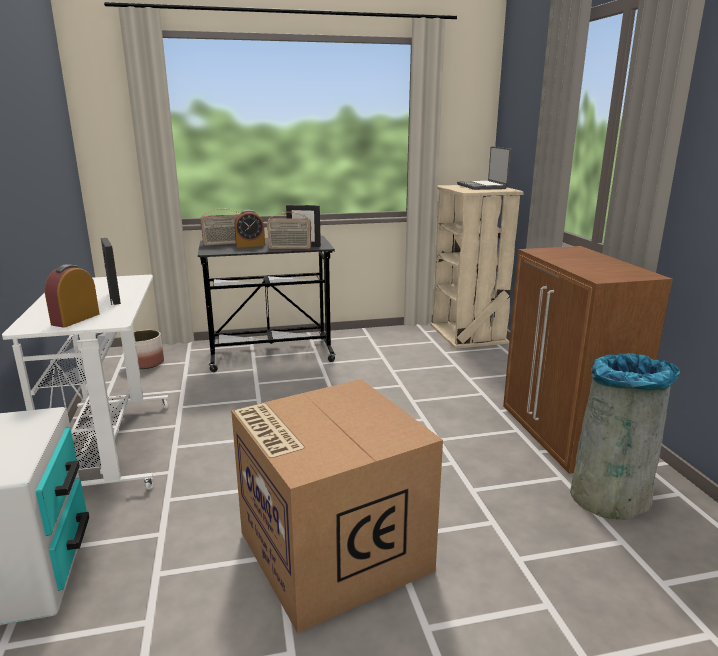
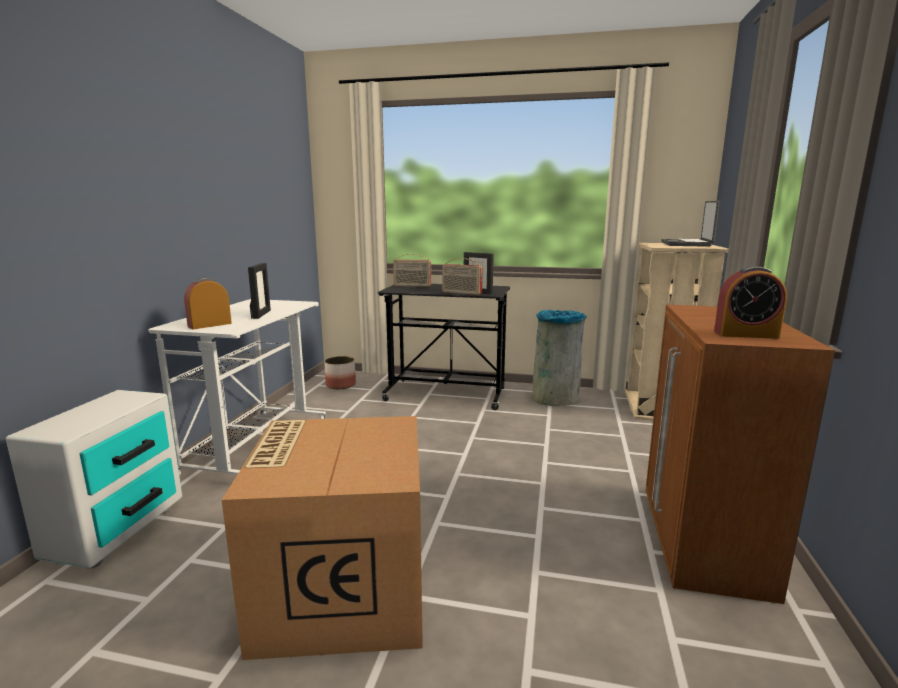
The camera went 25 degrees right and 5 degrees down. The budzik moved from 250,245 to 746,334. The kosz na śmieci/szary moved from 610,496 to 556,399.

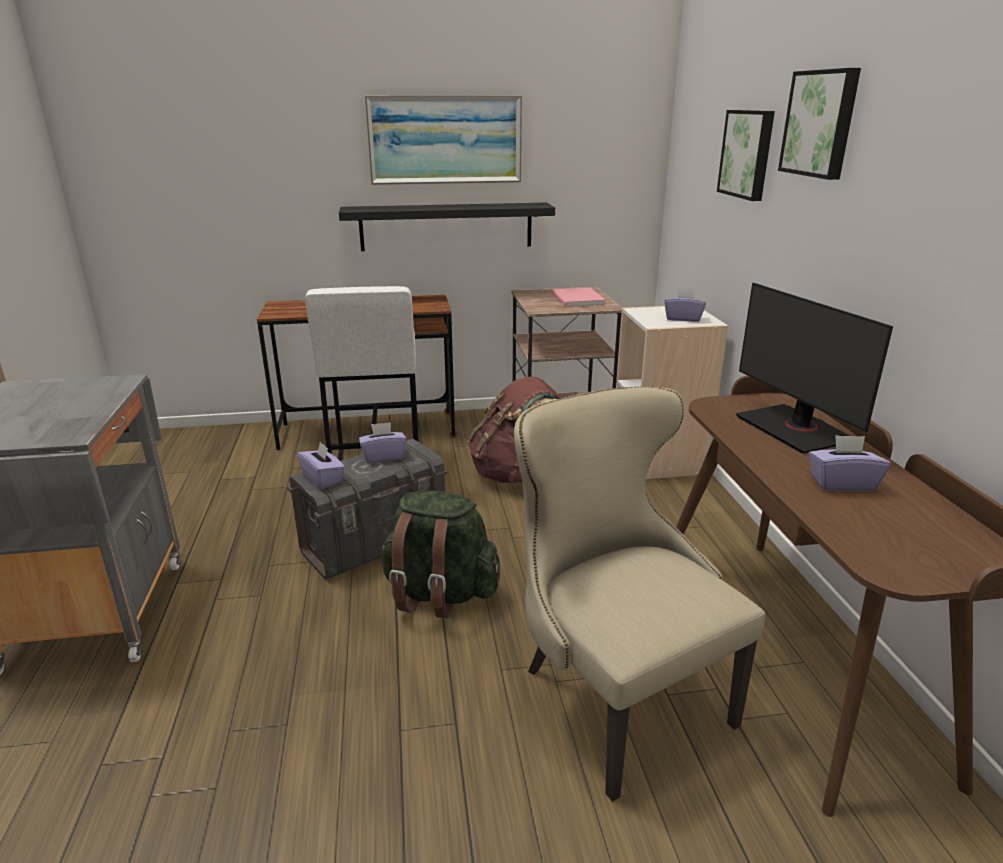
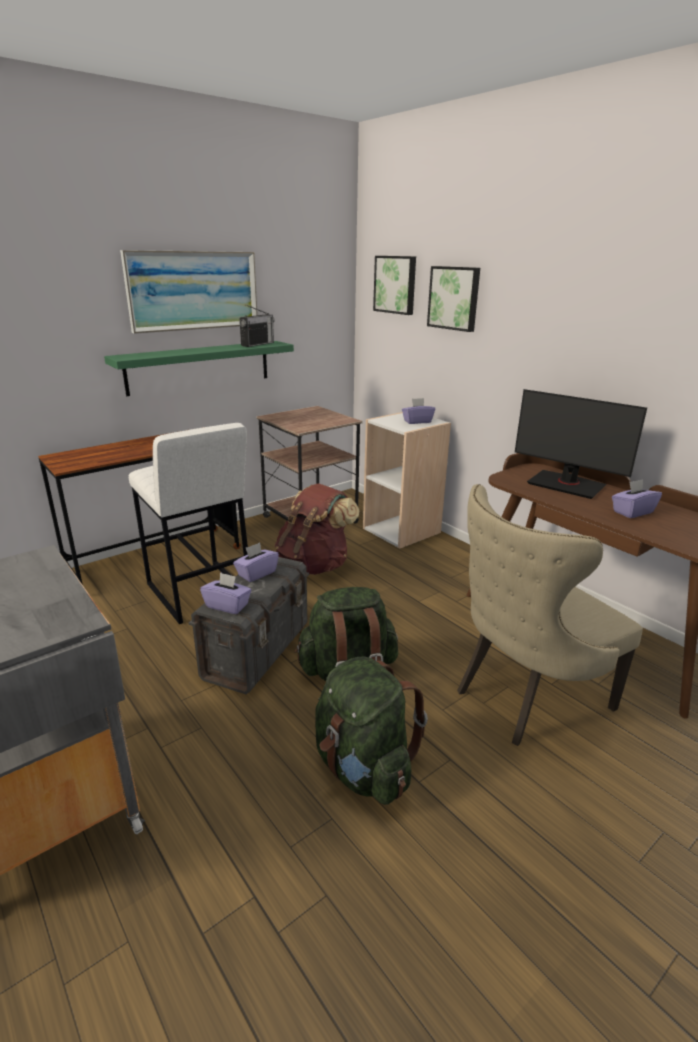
The camera went 30 degrees left and 0 degrees up. The obraz moved from 821,123 to 396,284. The półka/czarny at 446,226 became the półka/zielony at 199,367. The książka/różowy at 577,300 disappeared. The krzesło/beżowy at 615,695 turned 60 degrees counterclockwise. The radio at 257,344 appeared. The plecak/zielony at 363,768 appeared.

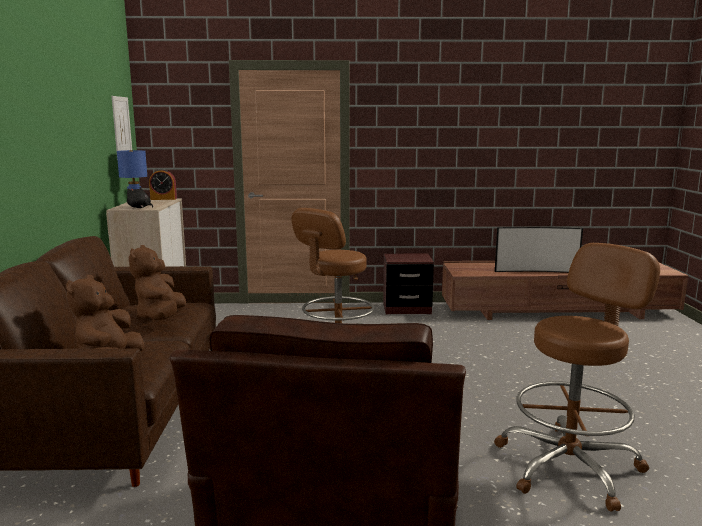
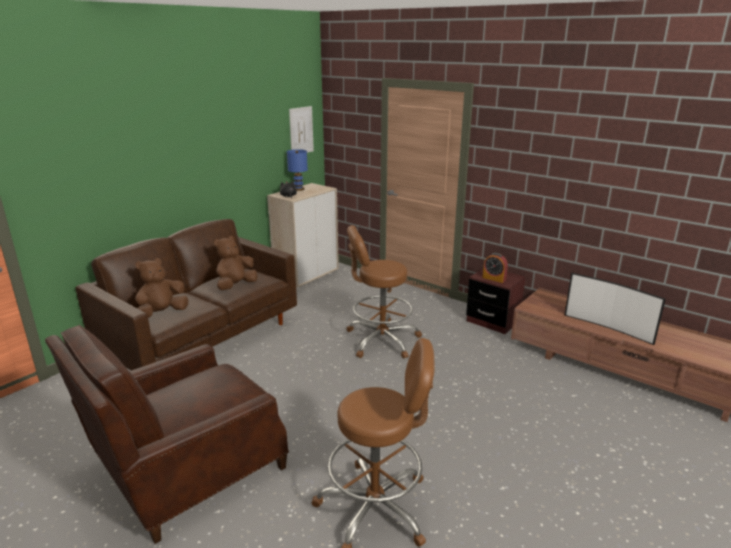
The camera went 40 degrees right and 10 degrees up. The budzik moved from 163,199 to 494,278.

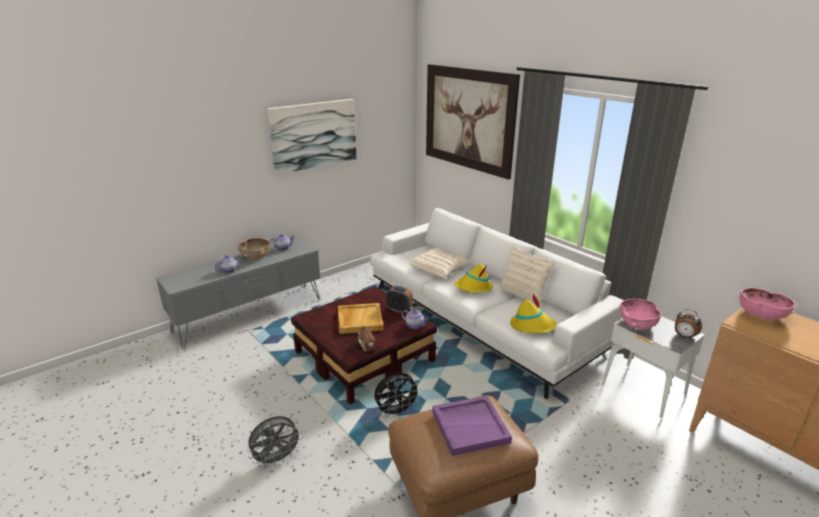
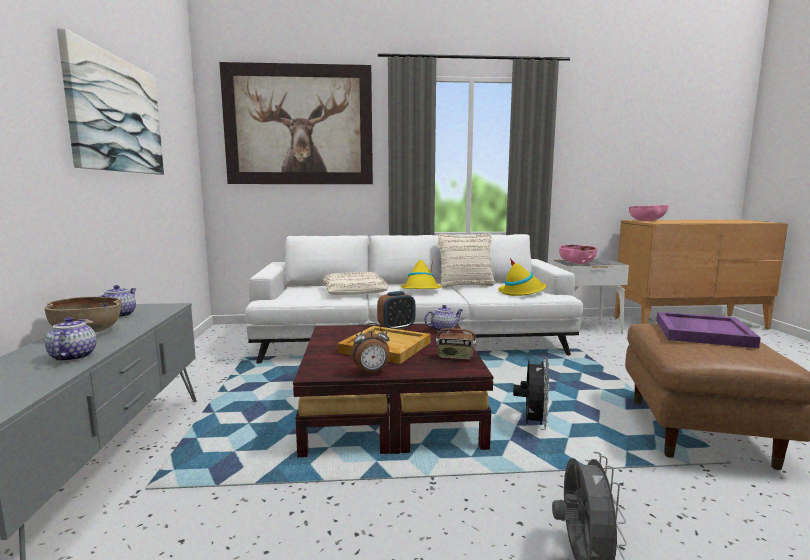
The camera went 55 degrees left and 15 degrees down. The budzik moved from 684,337 to 371,372.

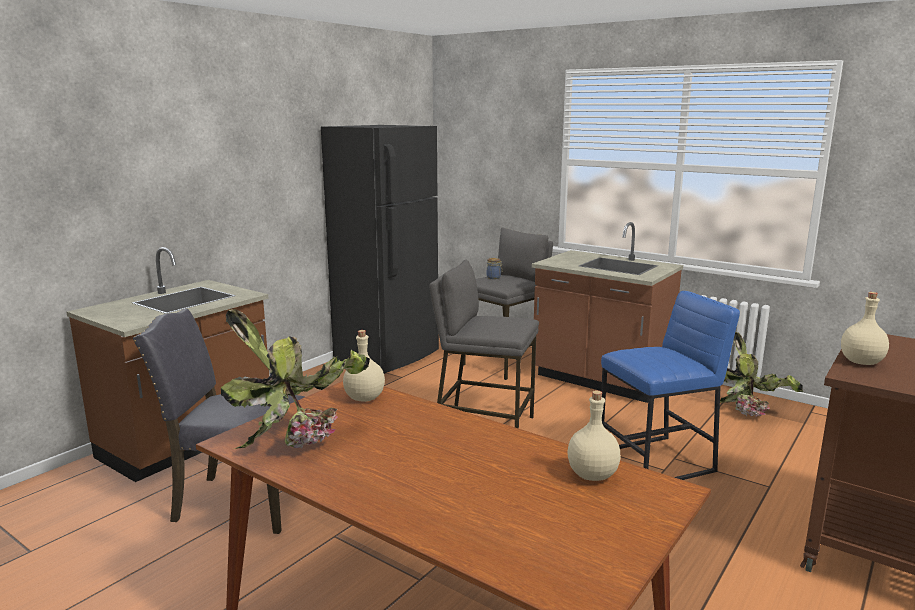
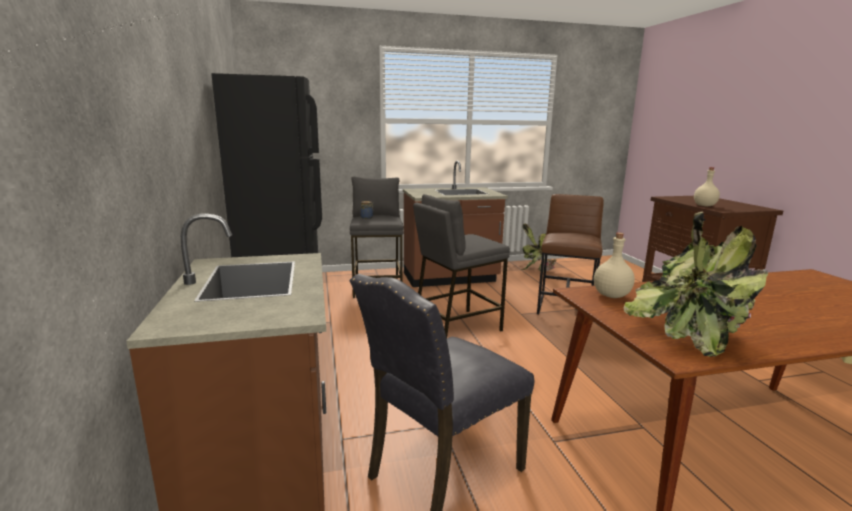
The camera went 50 degrees left and 0 degrees up. The krzesło/niebieski at 657,461 became the krzesło/brązowy at 565,306. The butelka/beżowy at 591,475 disappeared.

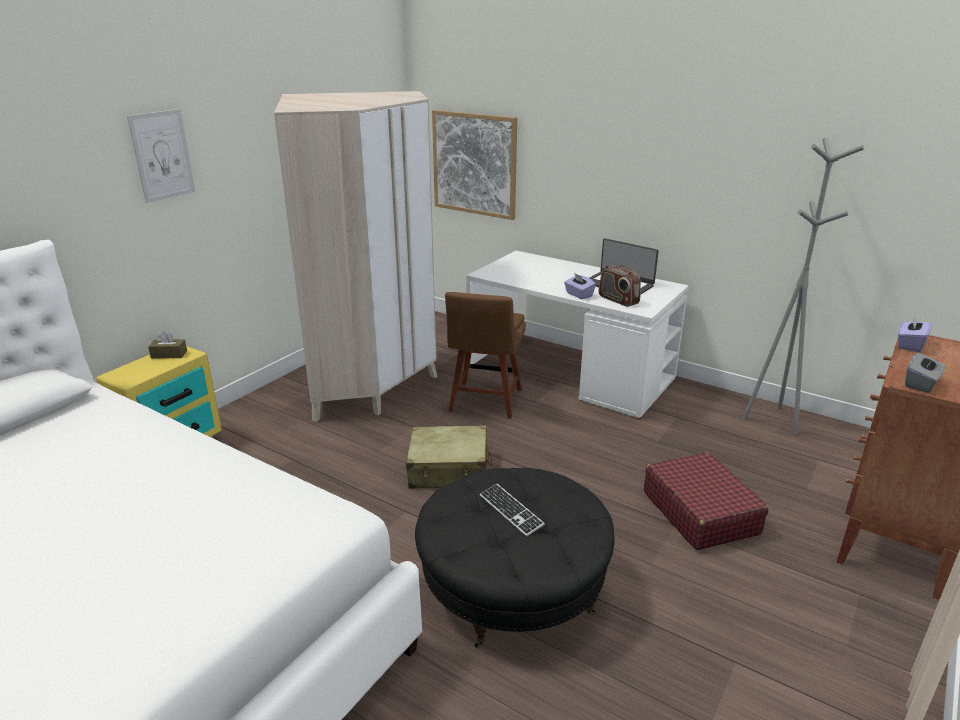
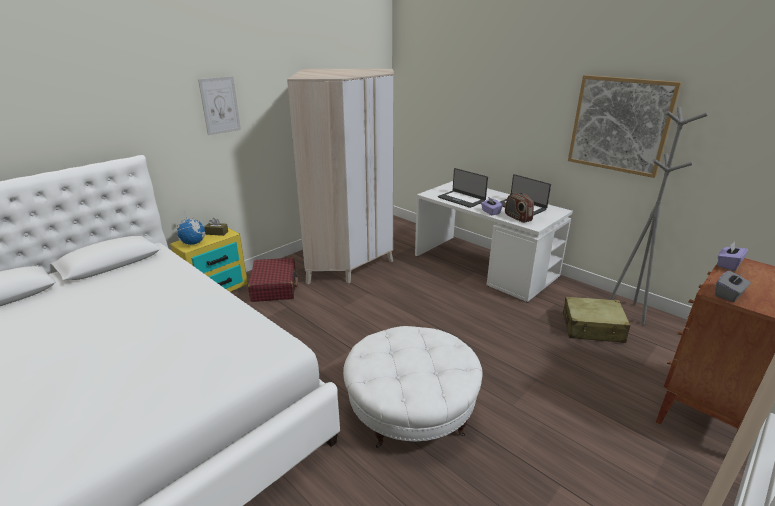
The camera went 10 degrees right and 0 degrees up. The obraz moved from 474,164 to 619,125. The krzesło/brązowy at 485,402 disappeared. The walizka/beżowy moved from 449,469 to 592,328. The walizka/czerwony moved from 700,512 to 274,287. The pufa/czarny at 513,587 became the pufa/biały at 411,409. The klawiatura at 510,511 disappeared. The laptop at 461,199 appeared. The globus at 193,243 appeared.

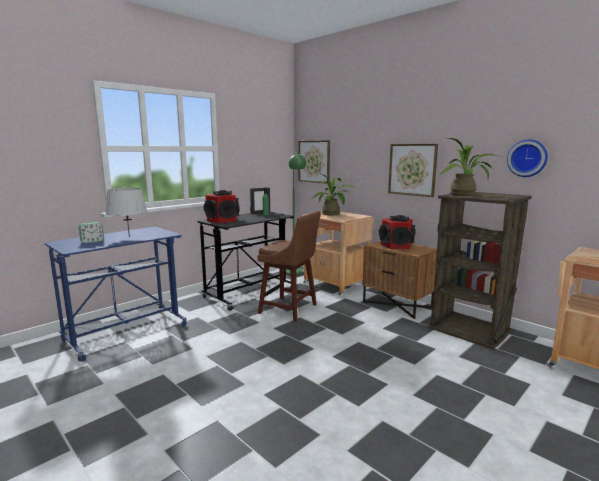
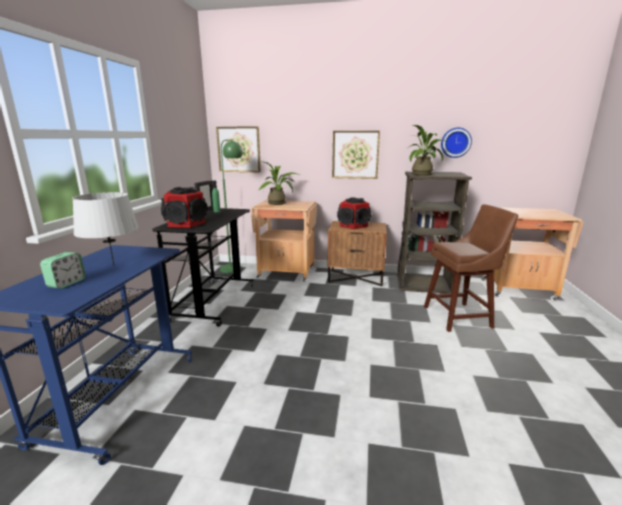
The camera went 35 degrees left and 5 degrees up. The krzesło/brązowy moved from 290,309 to 460,316.

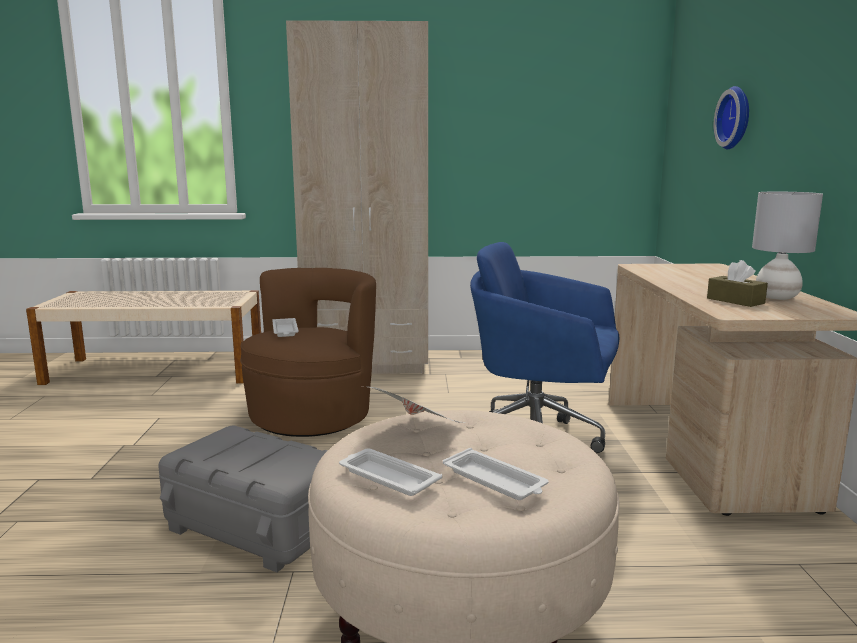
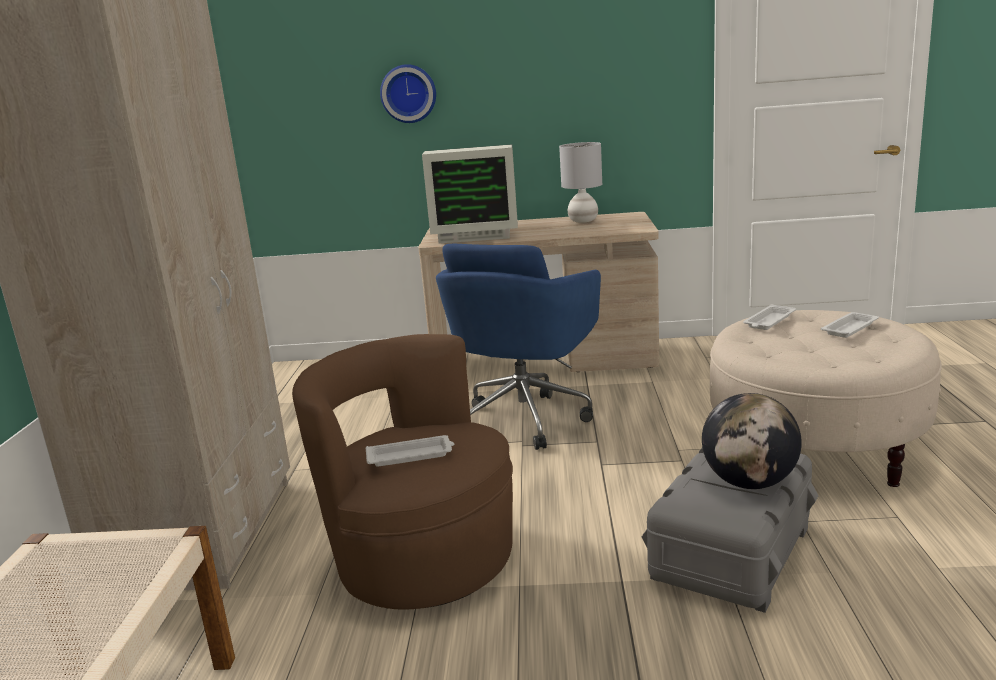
The camera went 85 degrees left and 5 degrees up. The pudełko chusteczek/brązowy at 735,301 disappeared. The gazeta at 416,432 disappeared. The taca/biały moved from 387,477 to 768,321. The monitor at 475,233 appeared. The globus at 749,483 appeared.

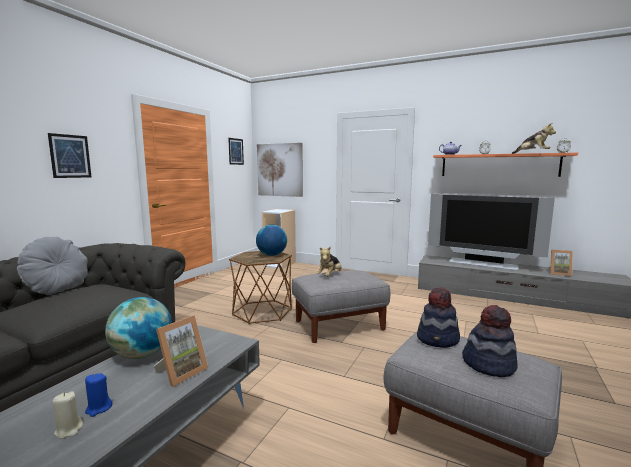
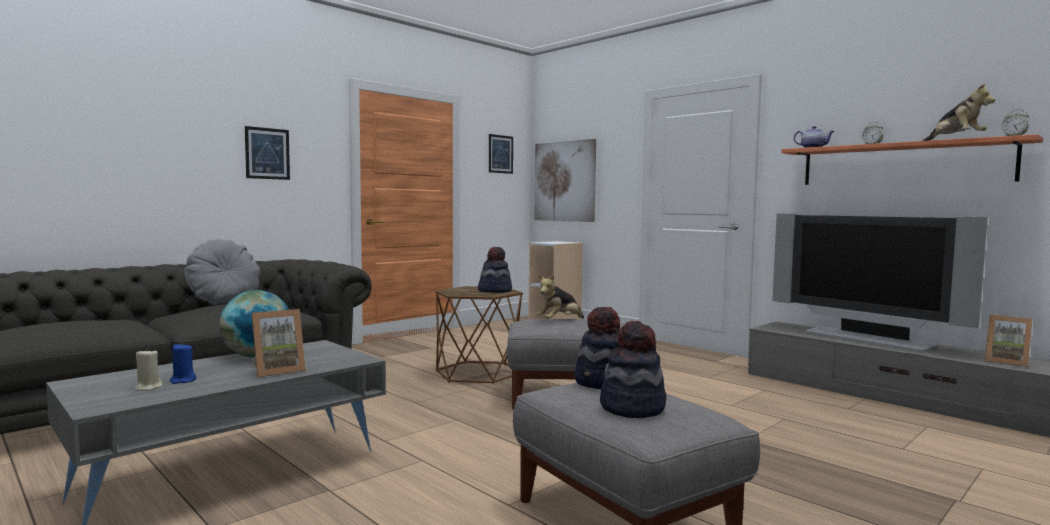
The camera went 20 degrees right and 5 degrees down. The globus at 271,255 was replaced by the kapelusz at 494,291.

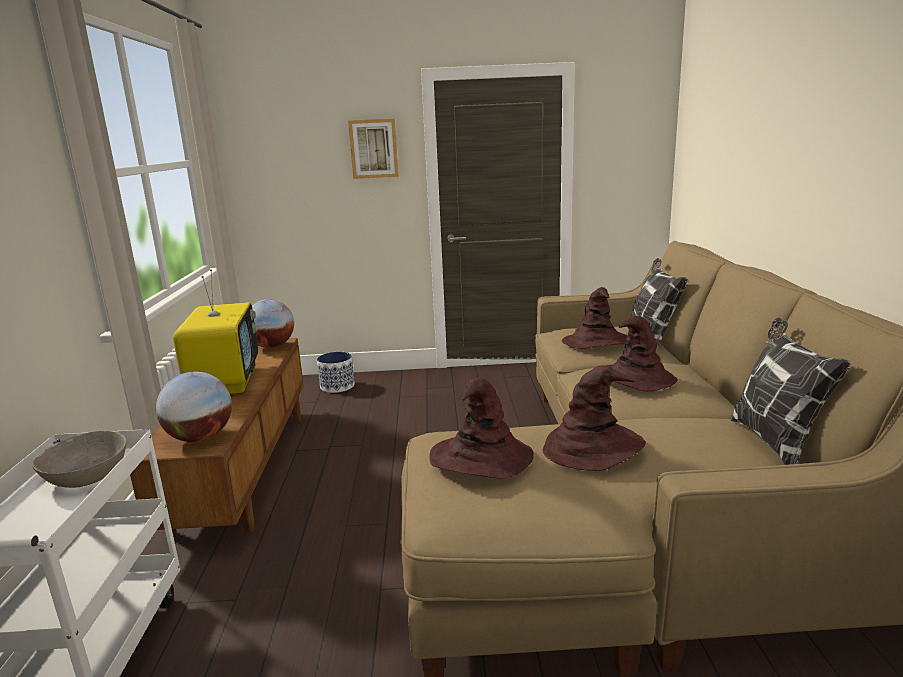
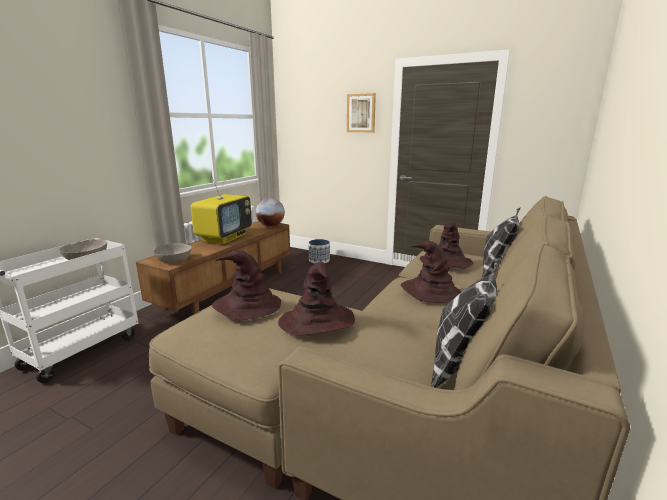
The camera went 30 degrees right and 0 degrees up. The globus at 200,438 was replaced by the miska/szary at 174,260.

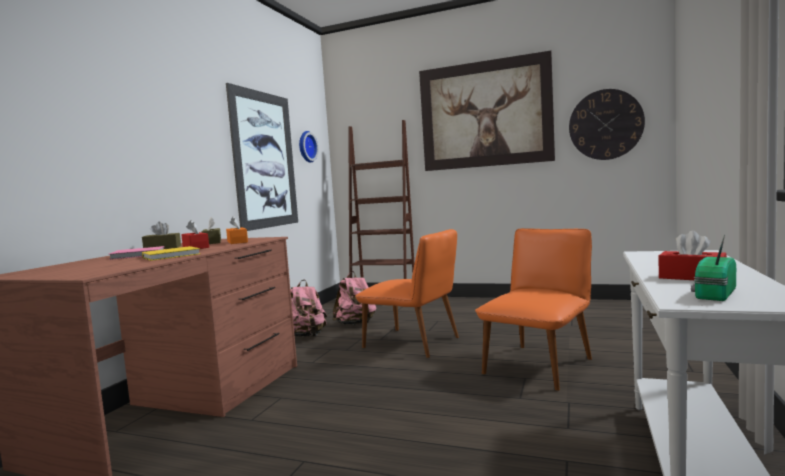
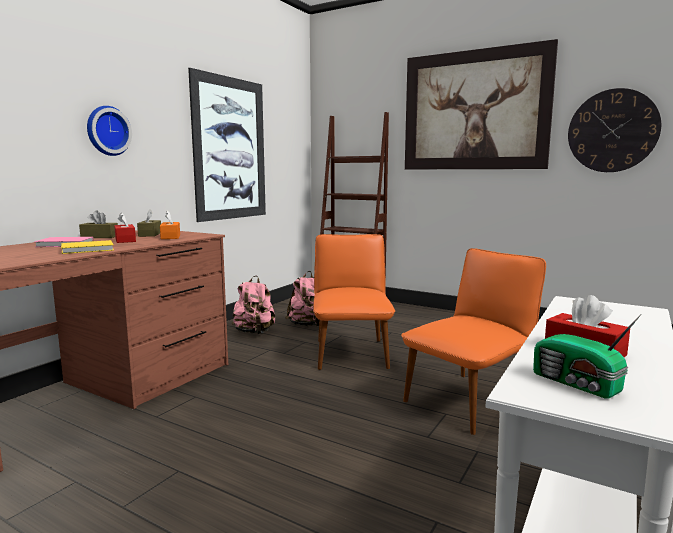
The camera went 10 degrees right and 5 degrees up. The zegar ścienny moved from 306,147 to 107,131. The krzesło/pomarańczowy at 411,342 turned 135 degrees counterclockwise. The radio at 713,294 turned 90 degrees counterclockwise.

